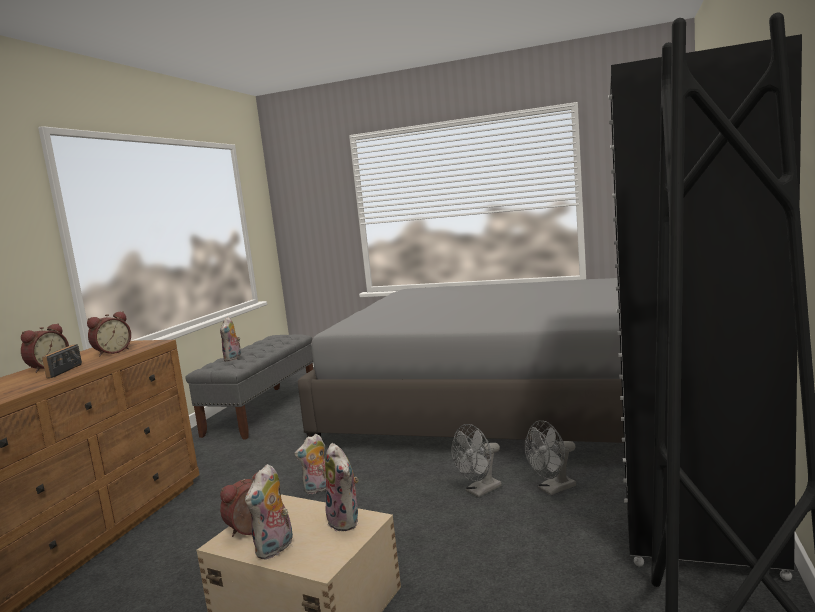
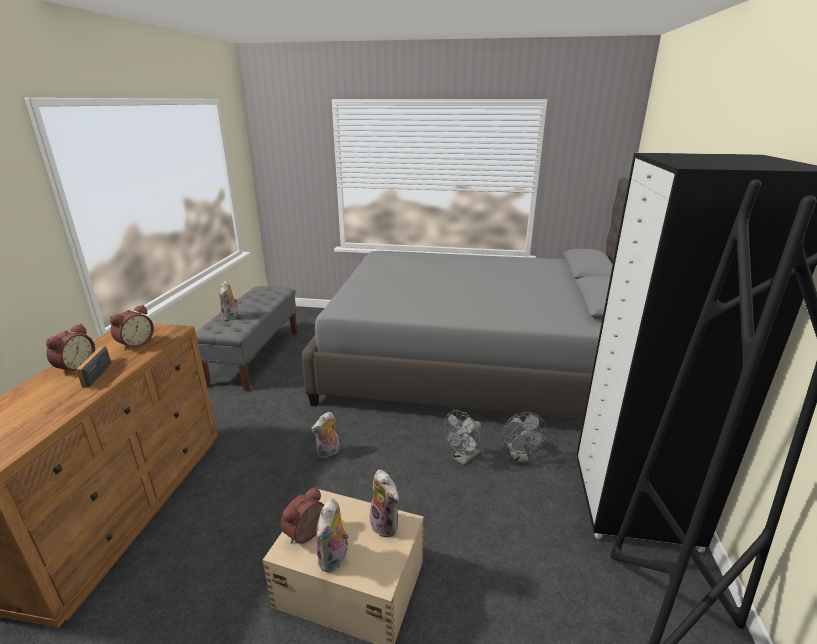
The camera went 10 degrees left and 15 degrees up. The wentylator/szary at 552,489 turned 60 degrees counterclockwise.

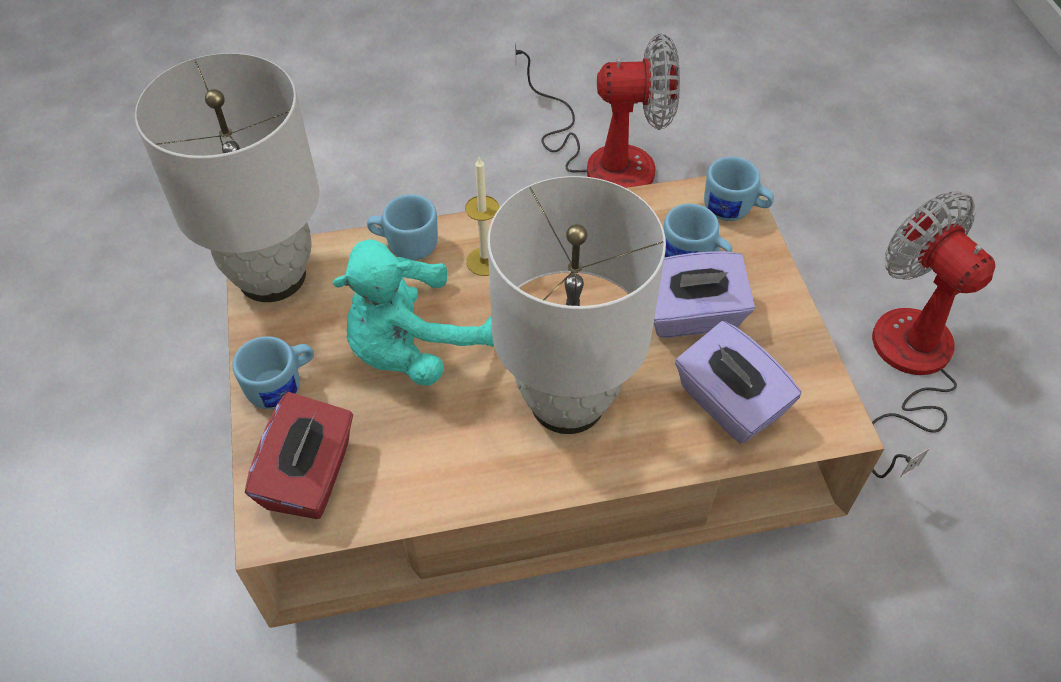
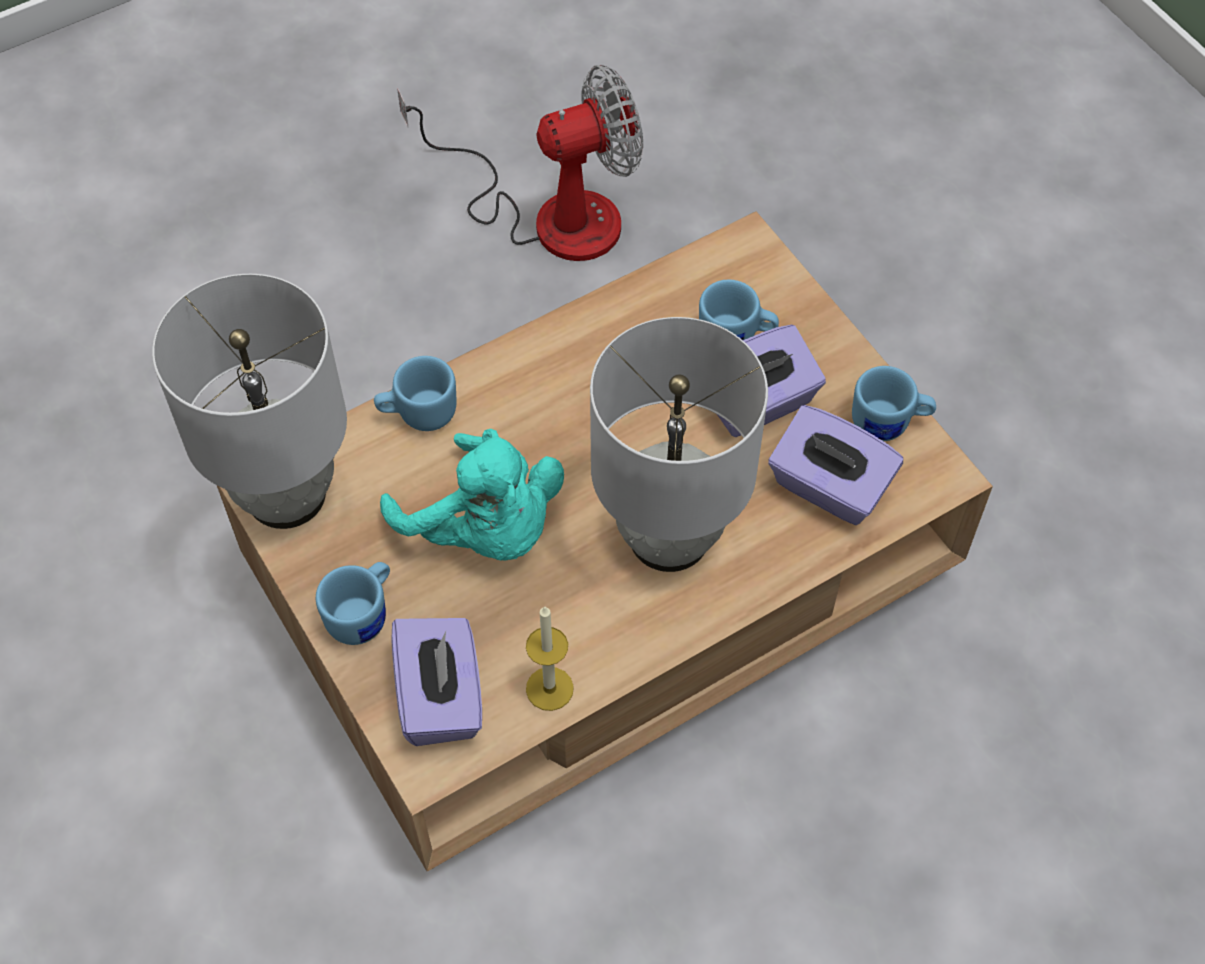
The camera went 20 degrees left and 5 degrees up. The świeca moved from 485,261 to 549,688. The kubek/niebieski moved from 734,211 to 889,423. The wentylator at 907,367 disappeared. The pluszak/turkusowy at 415,348 turned 75 degrees counterclockwise. The pudełko chusteczek/czerwony at 310,476 became the pudełko chusteczek/fioletowy at 441,698.

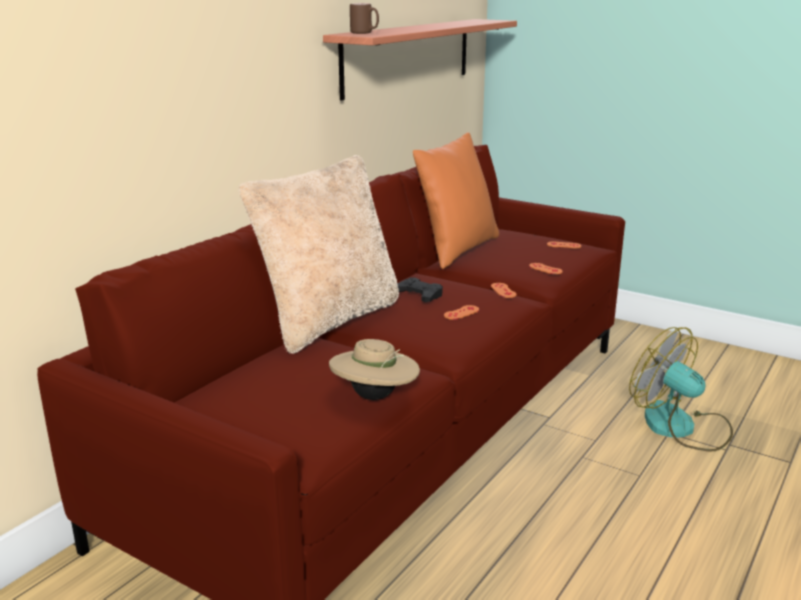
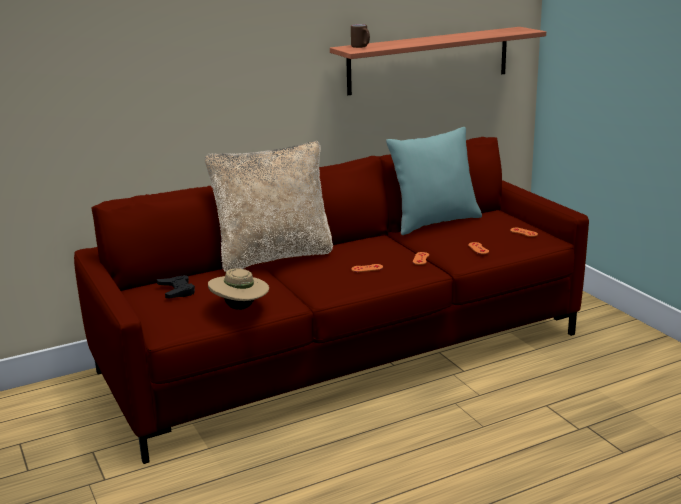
The camera went 30 degrees right and 0 degrees up. The poduszka/pomarańczowy at 456,250 became the poduszka/turkusowy at 434,222. The pad do gier/czarny moved from 417,295 to 176,291. The wentylator at 680,427 disappeared.

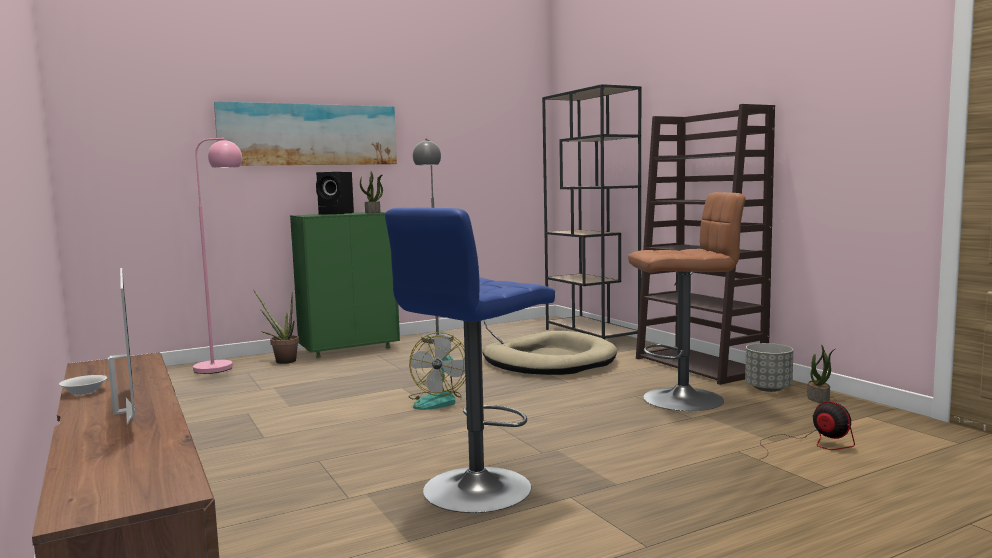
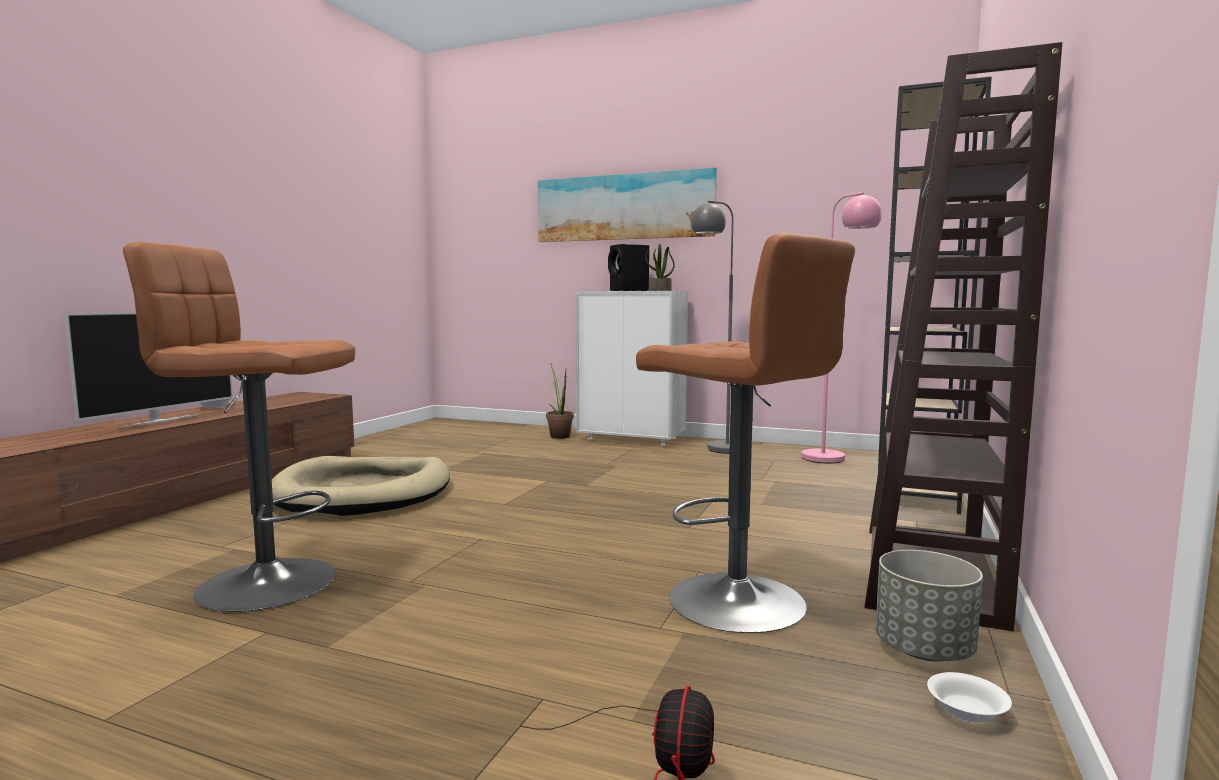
The camera went 50 degrees right and 0 degrees up. The lampa stojąca/różowy moved from 224,369 to 833,461. The stołek/niebieski at 475,489 became the stołek/brązowy at 266,583. The szafka/zielony at 350,348 became the szafka/biały at 633,438. The legowisko/beżowy moved from 548,361 to 364,492. The wentylator at 438,400 disappeared. The roślina doniczkowa at 819,398 was replaced by the miska/biały at 967,712.

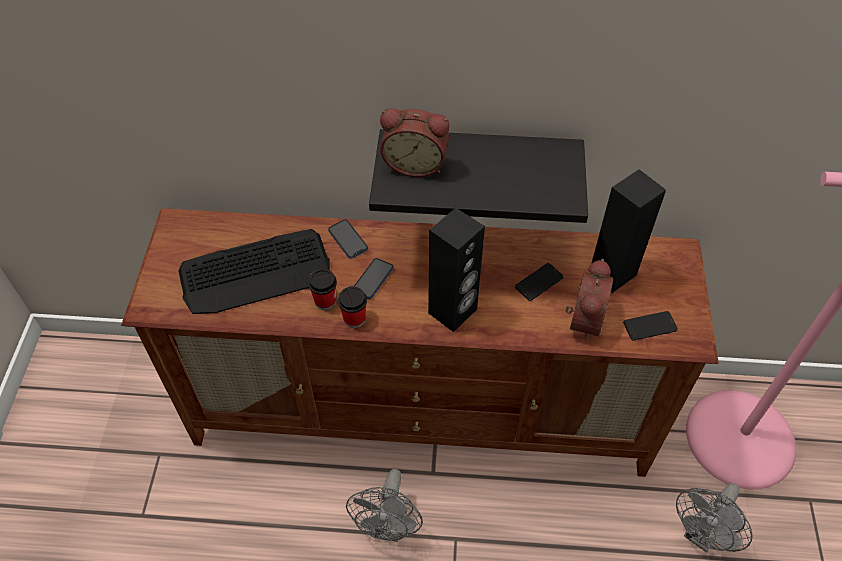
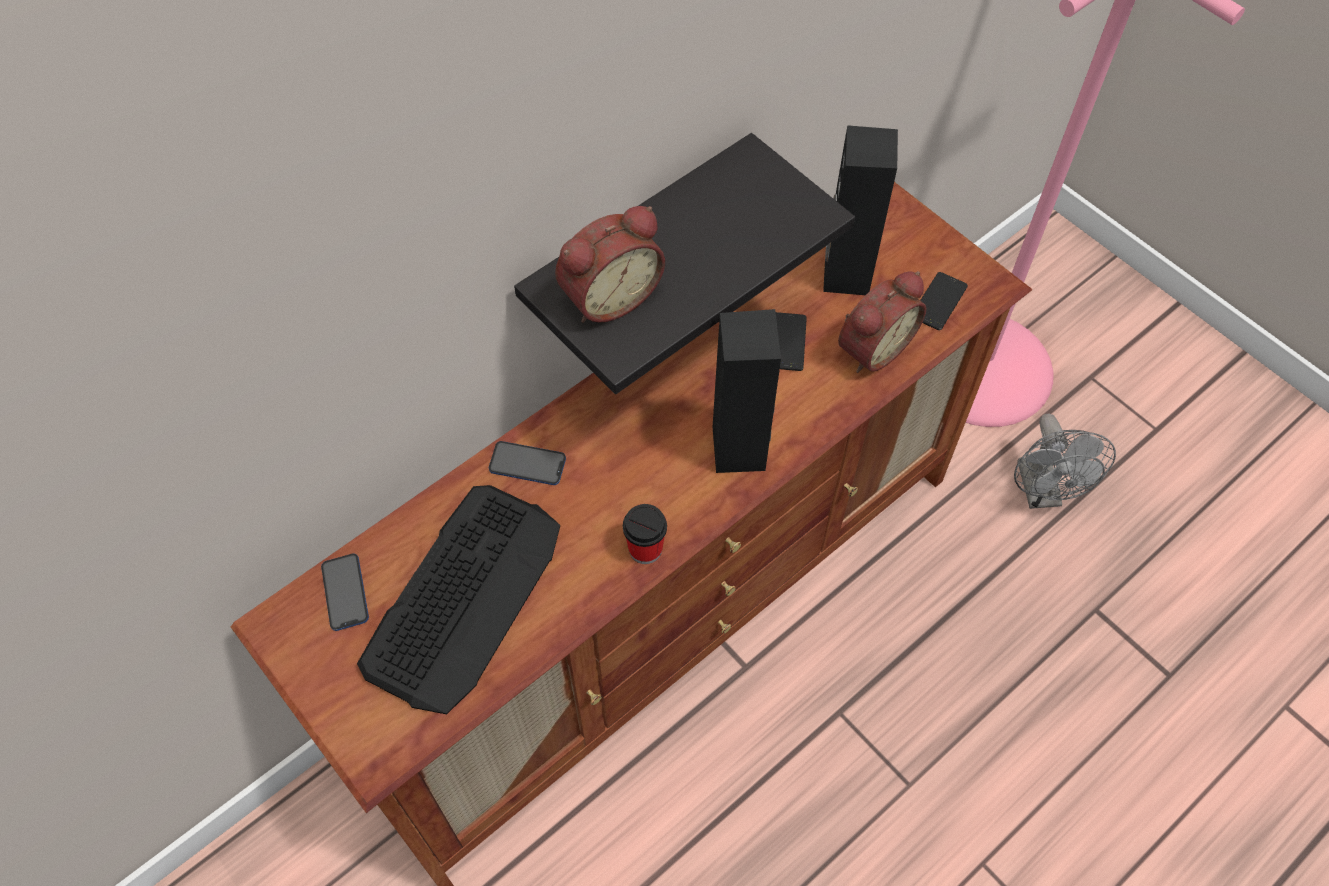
The camera went 45 degrees left and 5 degrees up. The telefon moved from 373,279 to 345,593. The budzik at 582,319 turned 75 degrees clockwise. The filiżanka at 325,301 disappeared. The wentylator/szary at 389,527 disappeared.

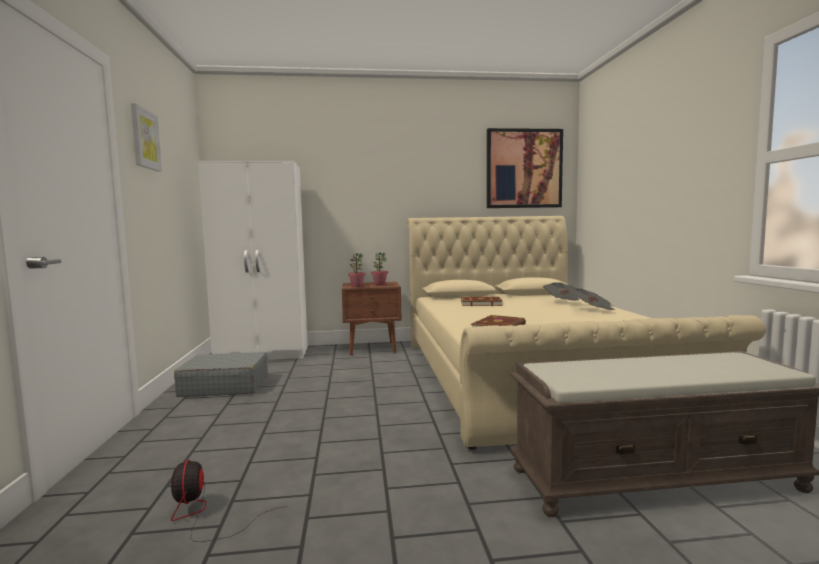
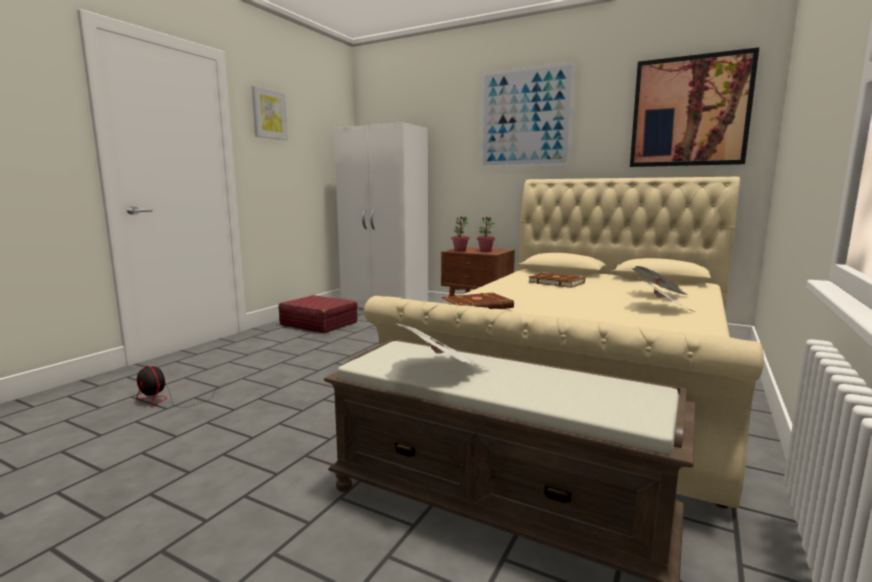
The camera went 35 degrees right and 5 degrees up. The walizka/szary at 224,386 became the walizka/czerwony at 319,324. The wentylator at 204,514 turned 75 degrees counterclockwise. The obraz at 524,118 appeared. The gazeta at 442,369 appeared.

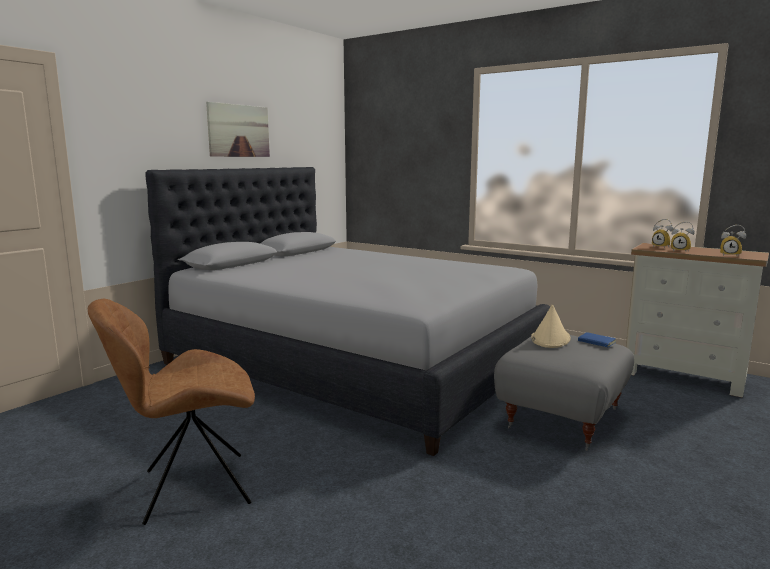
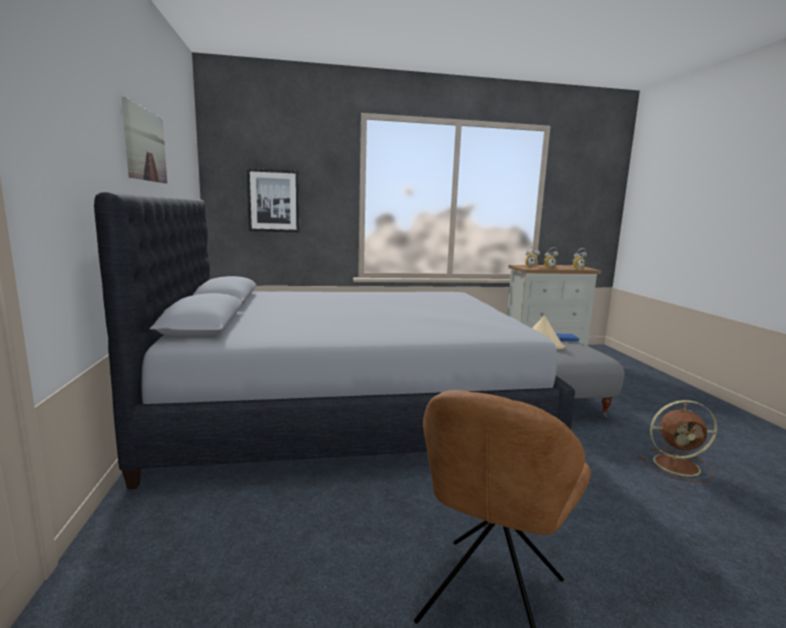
The camera went 45 degrees left and 0 degrees up. The obraz at 273,201 appeared. The wentylator/brązowy at 678,465 appeared.

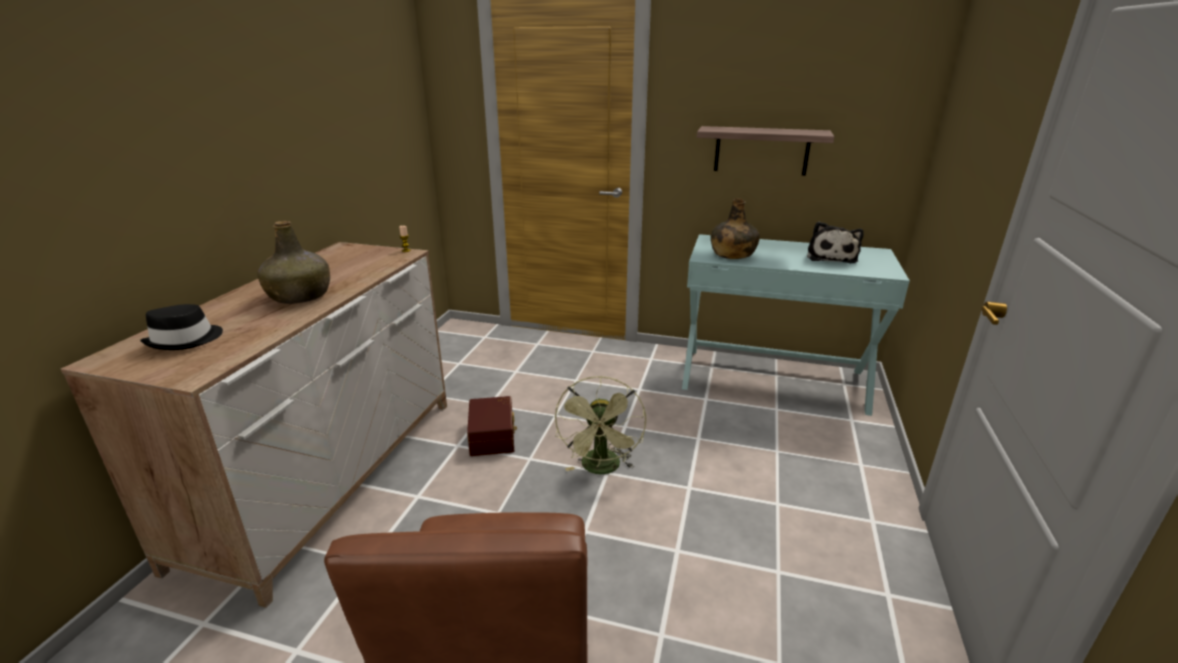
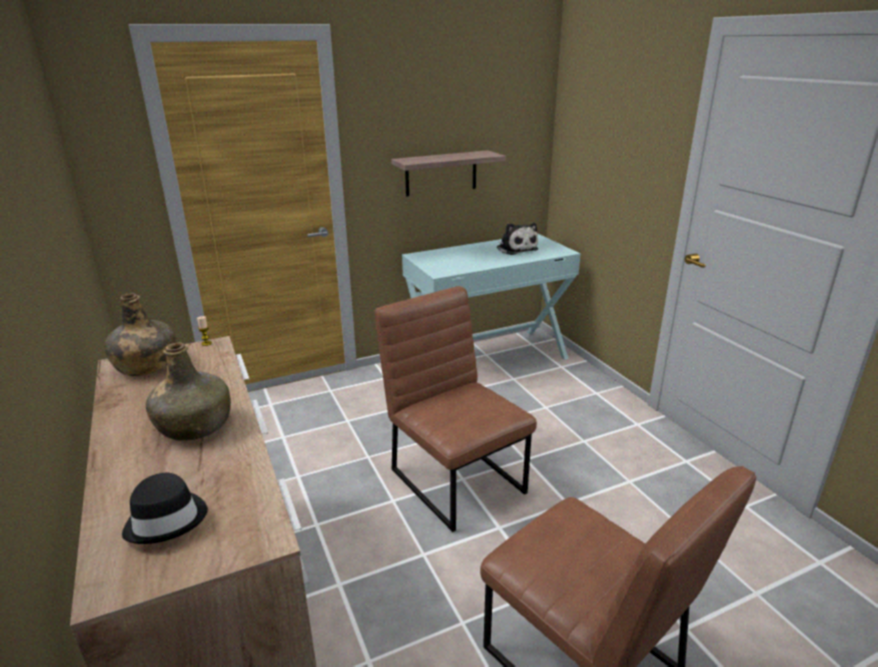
The camera went 40 degrees left and 0 degrees up. The butelka/zielony moved from 732,254 to 145,365. The wentylator/zielony at 601,469 was replaced by the krzesło/brązowy at 455,478. The pojemnik do przechowywania/brązowy at 493,436 disappeared.

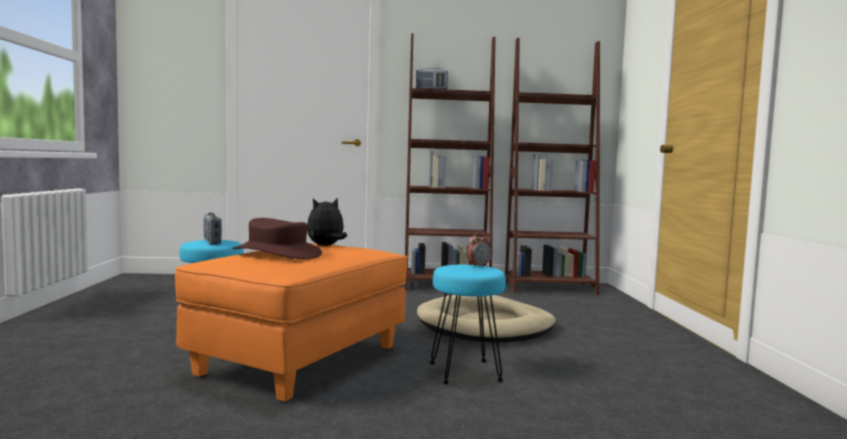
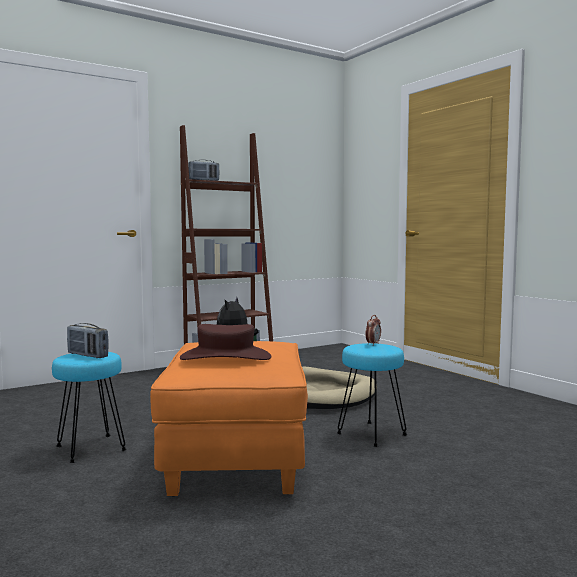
The camera went 30 degrees left and 0 degrees up. The regał/brązowy at 549,288 disappeared.

